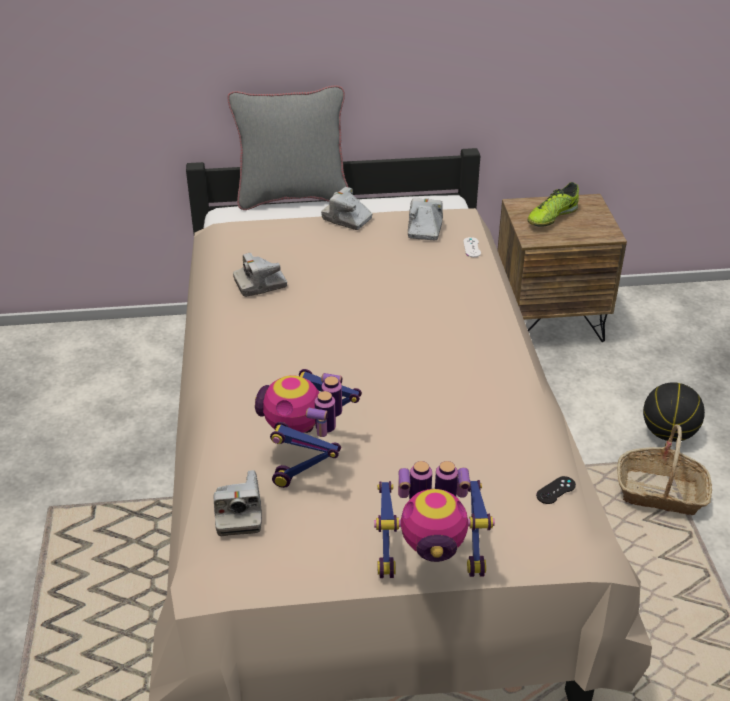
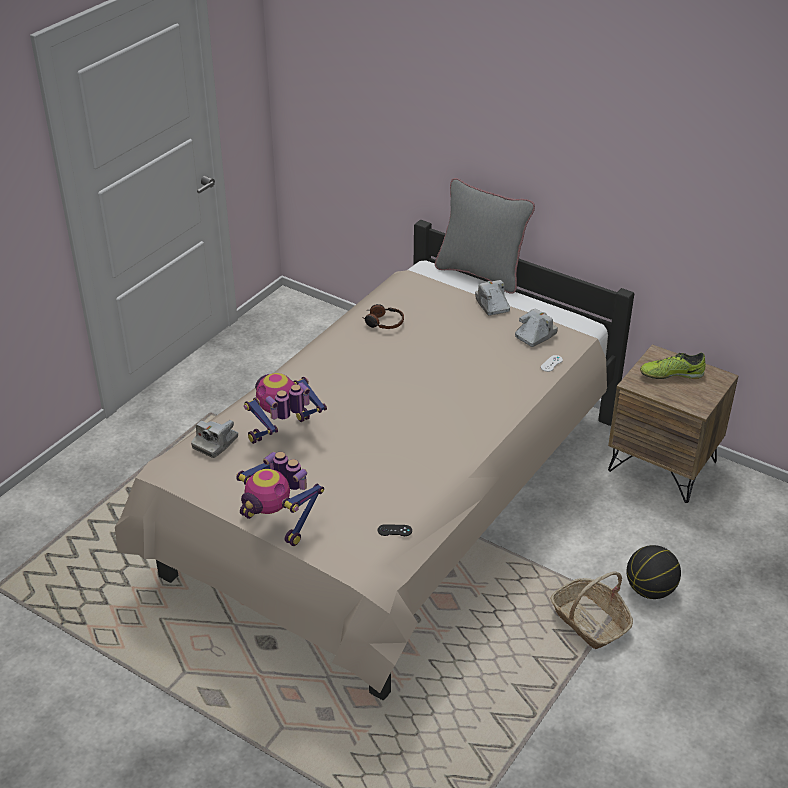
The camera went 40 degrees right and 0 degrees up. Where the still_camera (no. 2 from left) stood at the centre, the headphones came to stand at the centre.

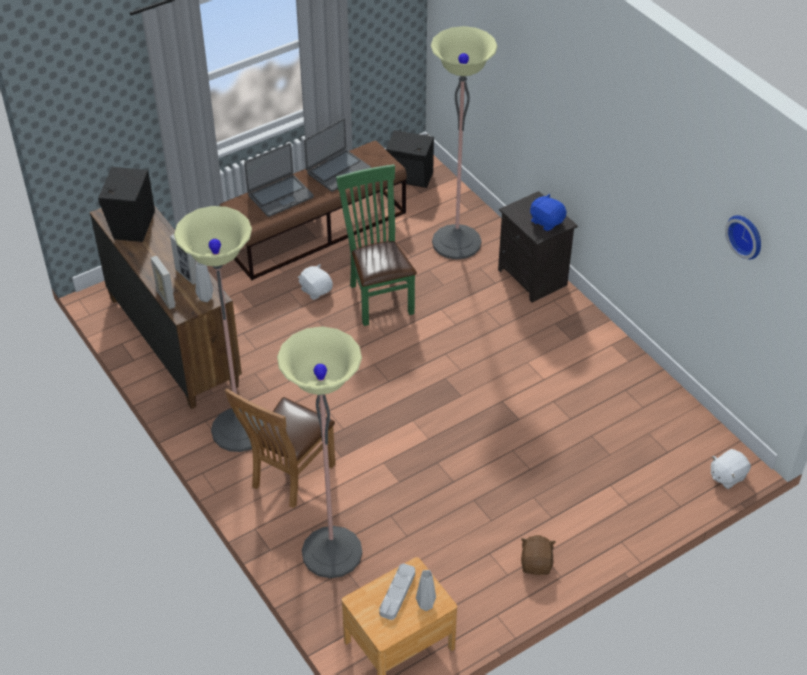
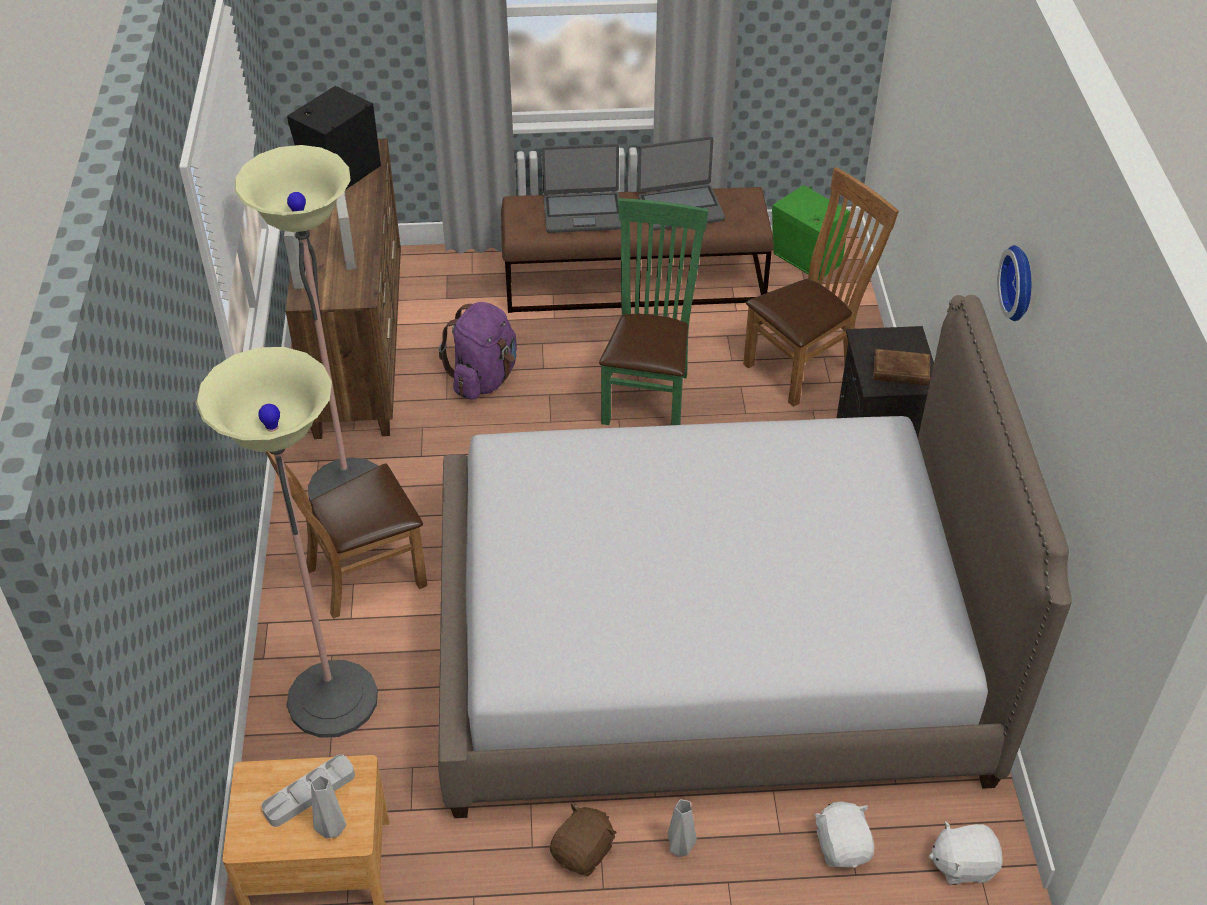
The camera went 30 degrees right and 0 degrees up. The second view gained the bed at the centre. The second view gained the purple_knapsack at the centre. The gray_decorative_vase (no. 1 from left in the first image) ended up elsewhere, having gone from the middle left to the bottom centre. Where the standard_lamp (no. 3 from left) stood at the top centre, the brown_plain_chair (no. 2 from left) came to stand at the top right. What was the black_audio_speaker (no. 2 from left) at the top centre turned into the green_audio_speaker at the top right. The white_soft_toy (no. 1 from left) ended up elsewhere, having gone from the centre to the bottom right. Where the blue_soft_toy stood at the top right, the brown_bound_book came to stand at the middle right. The hanging_clock ended up elsewhere, having gone from the middle right to the top right.

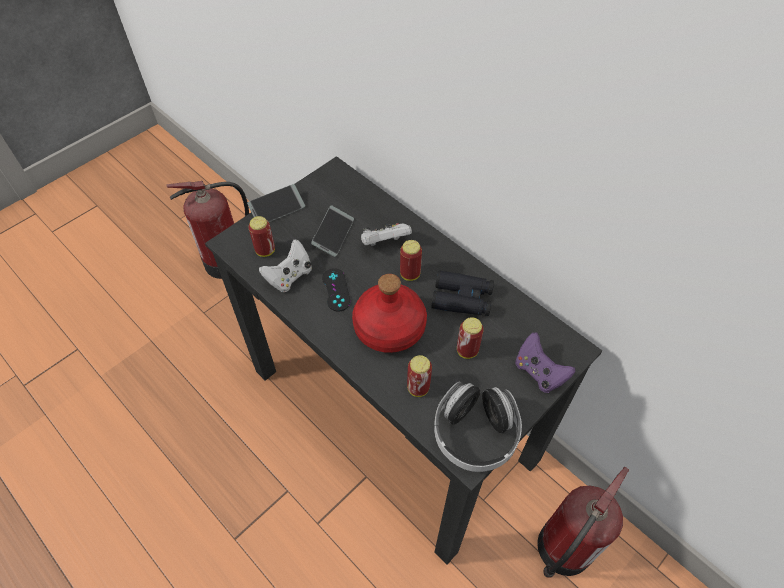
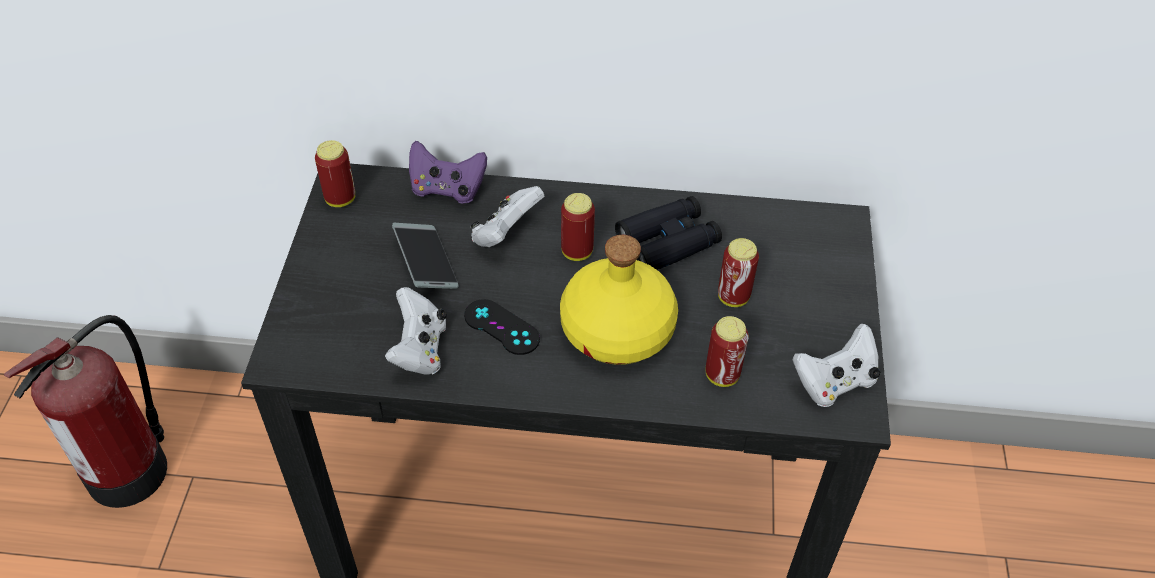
The camera went 40 degrees left and 5 degrees down. The can (no. 1 from left) ended up elsewhere, having gone from the middle left to the top left. The purple_joypad ended up elsewhere, having gone from the middle right to the top centre. What was the red_drink_bottle at the centre turned into the yellow_drink_bottle at the centre. Where the headphones stood at the bottom centre, the white_joypad (no. 3 from left) came to stand at the middle right. The second view lost the phone (no. 1 from left) at the centre. The second view lost the extinguisher (no. 2 from left) at the bottom right.

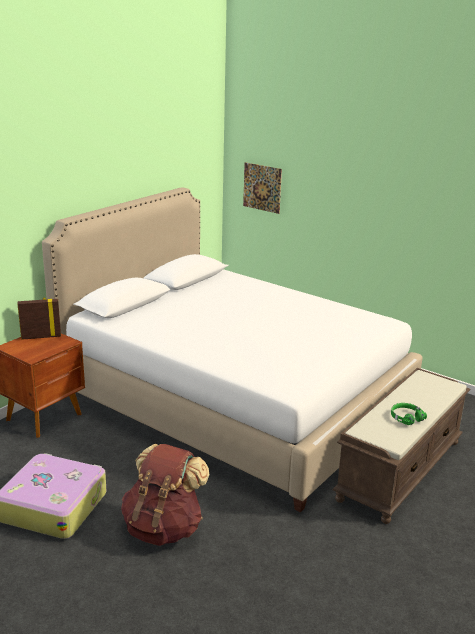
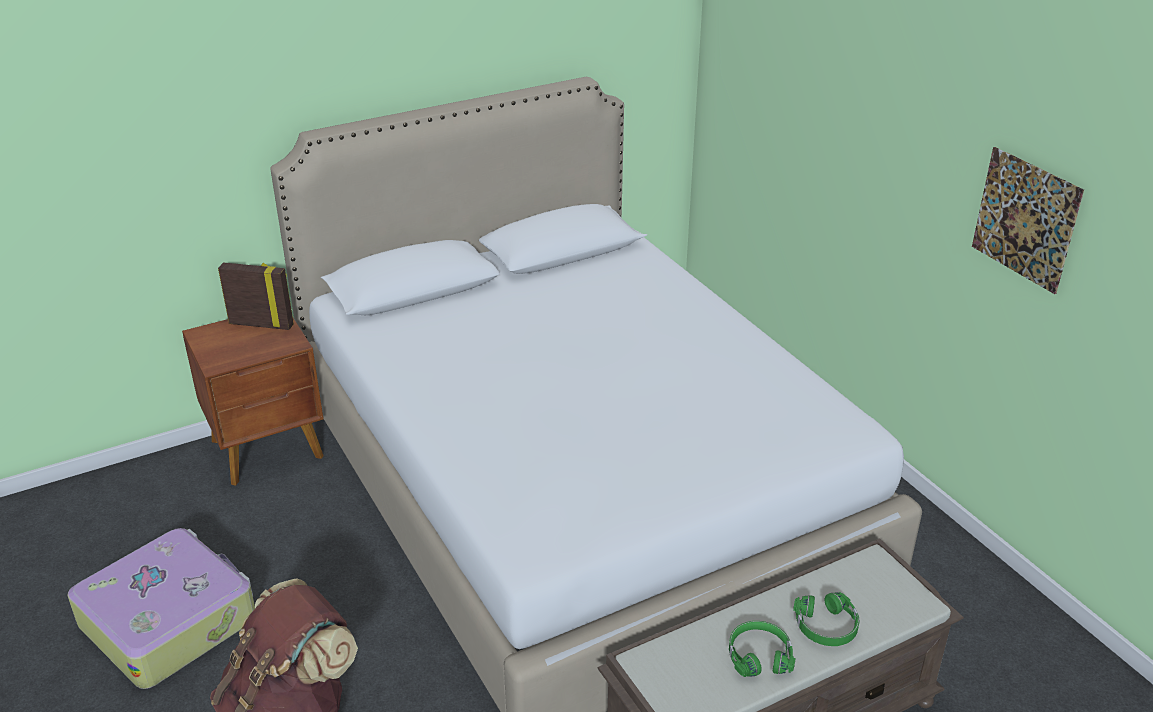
The camera went 25 degrees right and 10 degrees up. The second view gained the green_headphones (no. 2 from left) at the bottom right. The picture ended up elsewhere, having gone from the top centre to the top right.

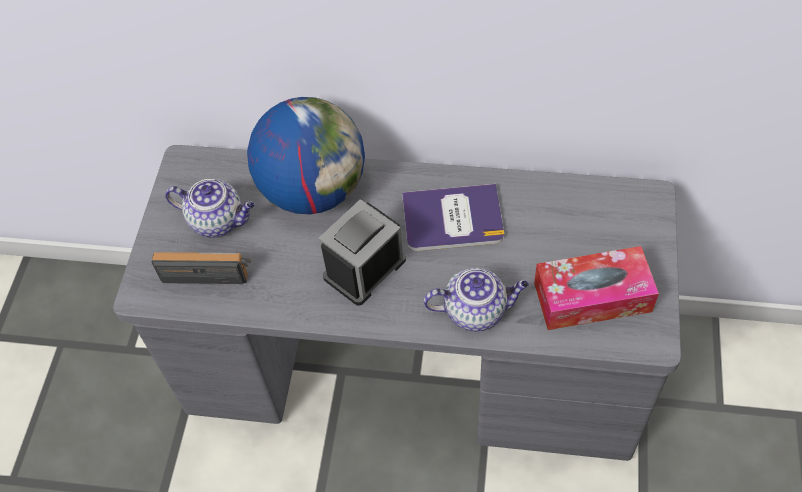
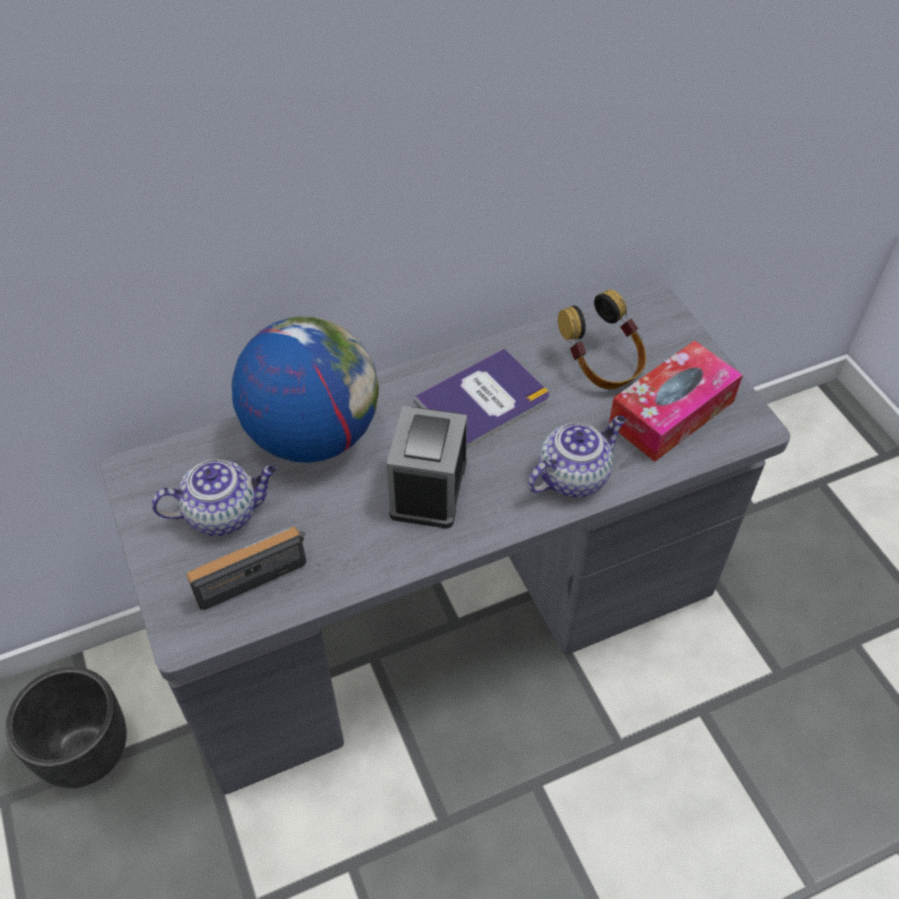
The camera went 35 degrees left and 5 degrees down. The second view gained the black_flower_pot at the bottom left. The second view gained the headphones at the middle right.

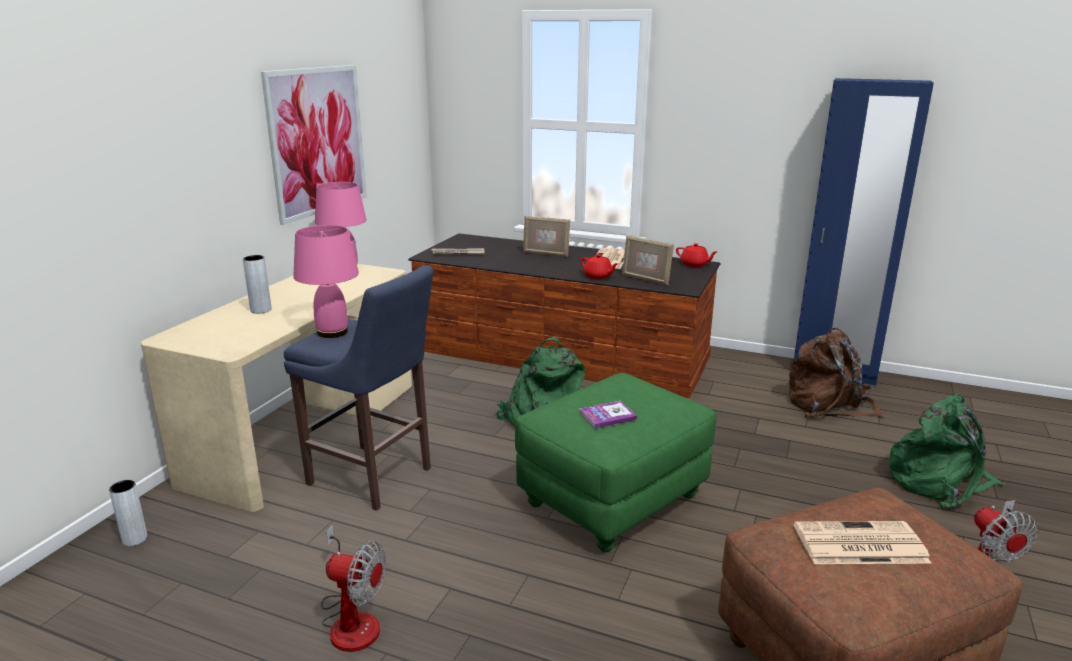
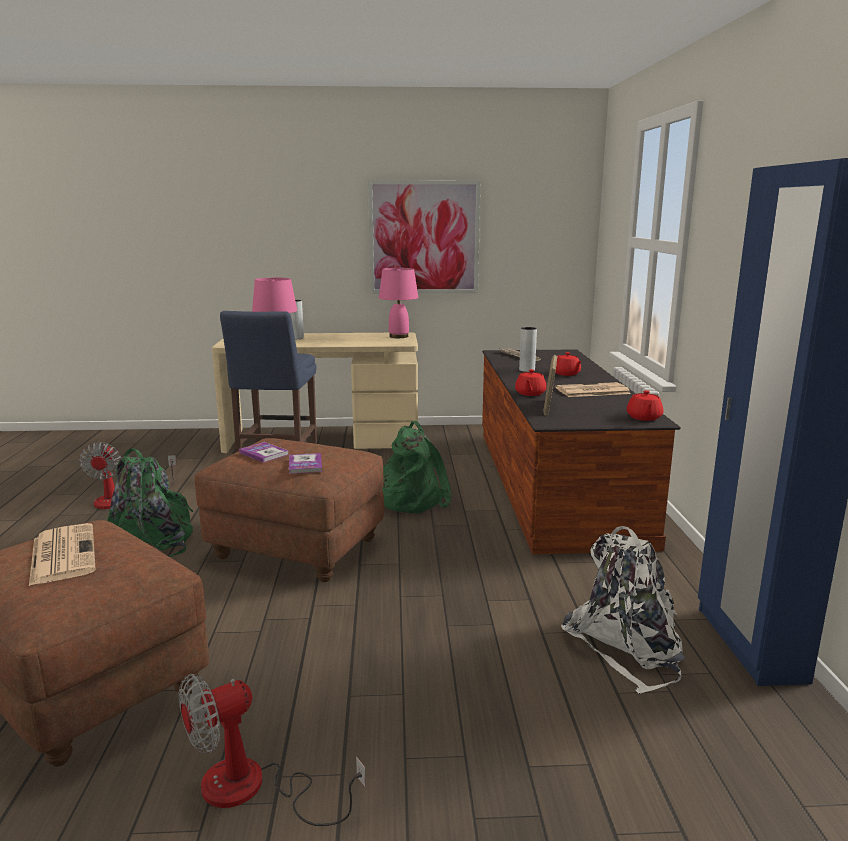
The camera went 65 degrees right and 5 degrees down. The green_knapsack (no. 2 from left in the first image) ended up elsewhere, having gone from the bottom right to the middle left. What was the green_pouffe at the bottom centre turned into the brown_pouffe (no. 2 from left) at the centre. The second view gained the bound_book (no. 2 from left) at the centre. The gray_decorative_vase (no. 1 from left in the first image) ended up elsewhere, having gone from the bottom left to the centre. Where the photo_frame (no. 1 from left) stood at the centre, the red_tea_pot (no. 2 from left) came to stand at the middle right. What was the brown_knapsack at the middle right turned into the white_knapsack at the bottom right.

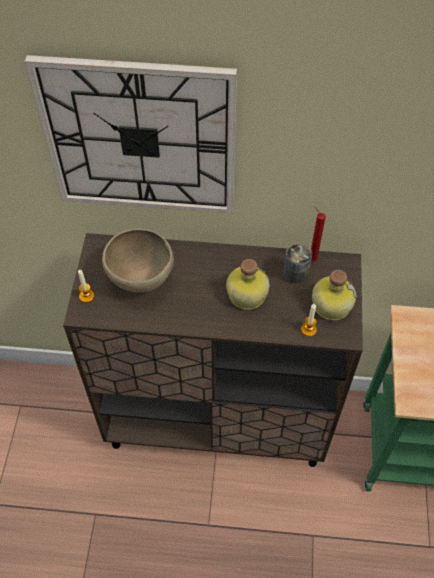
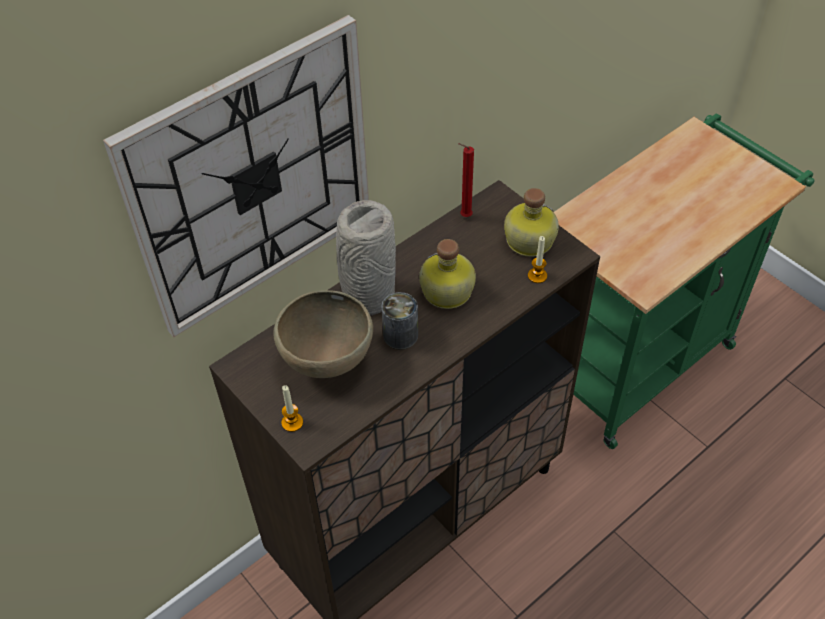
The camera went 45 degrees left and 5 degrees down. The second view gained the gray_decorative_vase at the centre. The can ended up elsewhere, having gone from the middle right to the centre.

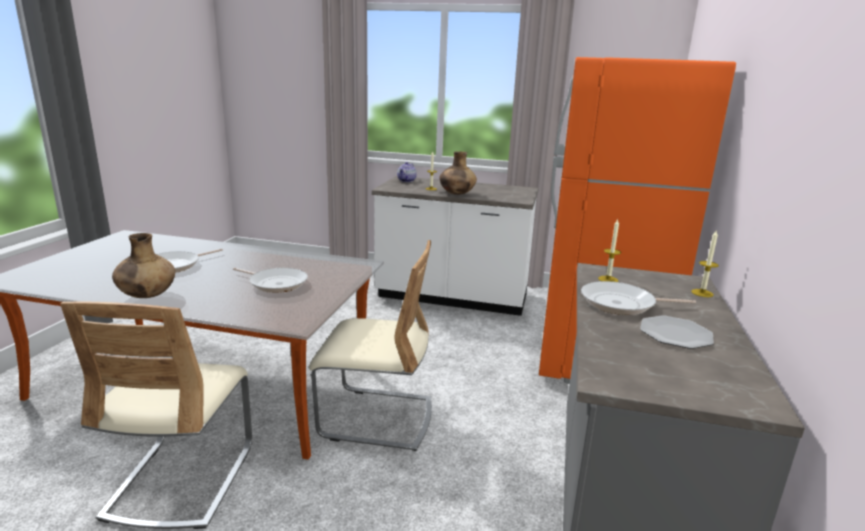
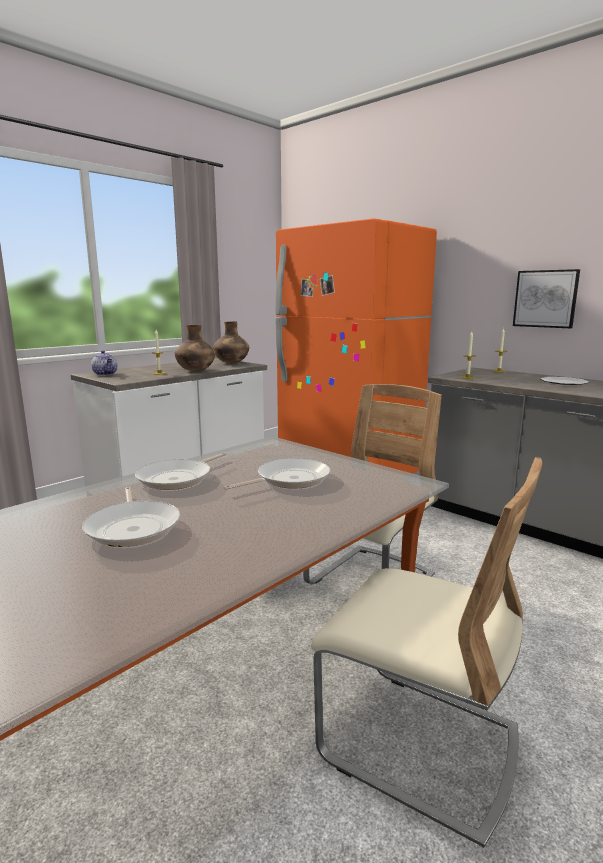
The camera went 60 degrees left and 5 degrees down. The skillet (no. 3 from left in the first image) ended up elsewhere, having gone from the middle right to the middle left. The brown_decorative_vase (no. 1 from left in the first image) ended up elsewhere, having gone from the middle left to the centre. The second view gained the picture at the middle right.

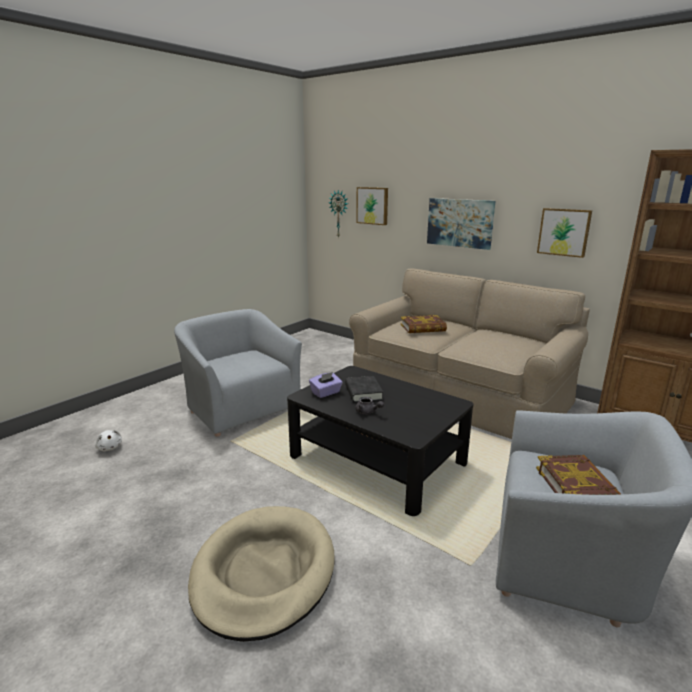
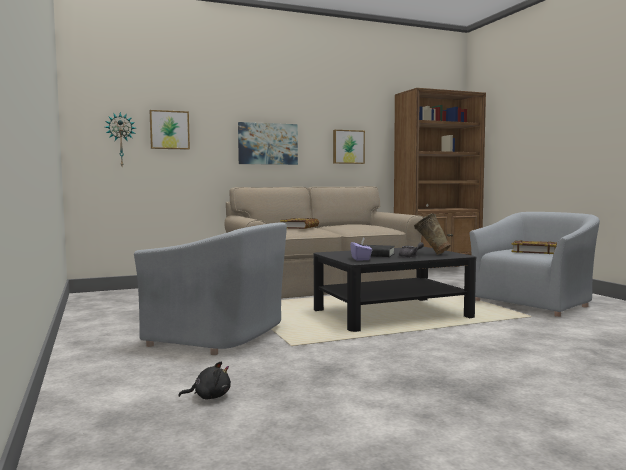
The camera went 60 degrees left and 15 degrees down. The gray_lounge_chair (no. 1 from left) at the centre ended up facing another way, 150 degrees counterclockwise from before. What was the white_soft_toy at the middle left turned into the black_soft_toy at the bottom left. The second view gained the beige-coloured_decorative_vase at the middle right. The second view lost the beige-coloured_dog_cushion at the bottom centre.

